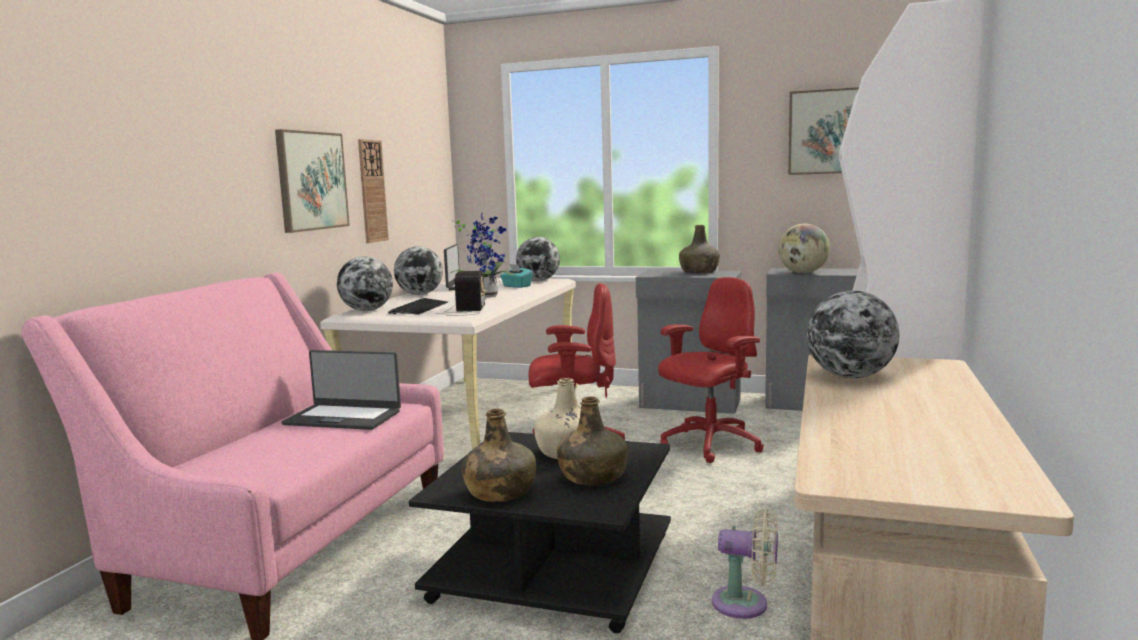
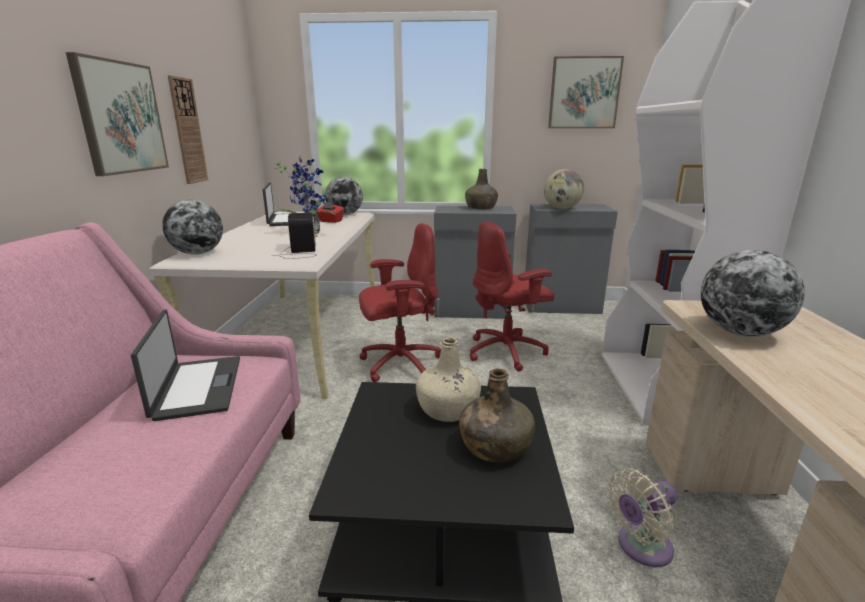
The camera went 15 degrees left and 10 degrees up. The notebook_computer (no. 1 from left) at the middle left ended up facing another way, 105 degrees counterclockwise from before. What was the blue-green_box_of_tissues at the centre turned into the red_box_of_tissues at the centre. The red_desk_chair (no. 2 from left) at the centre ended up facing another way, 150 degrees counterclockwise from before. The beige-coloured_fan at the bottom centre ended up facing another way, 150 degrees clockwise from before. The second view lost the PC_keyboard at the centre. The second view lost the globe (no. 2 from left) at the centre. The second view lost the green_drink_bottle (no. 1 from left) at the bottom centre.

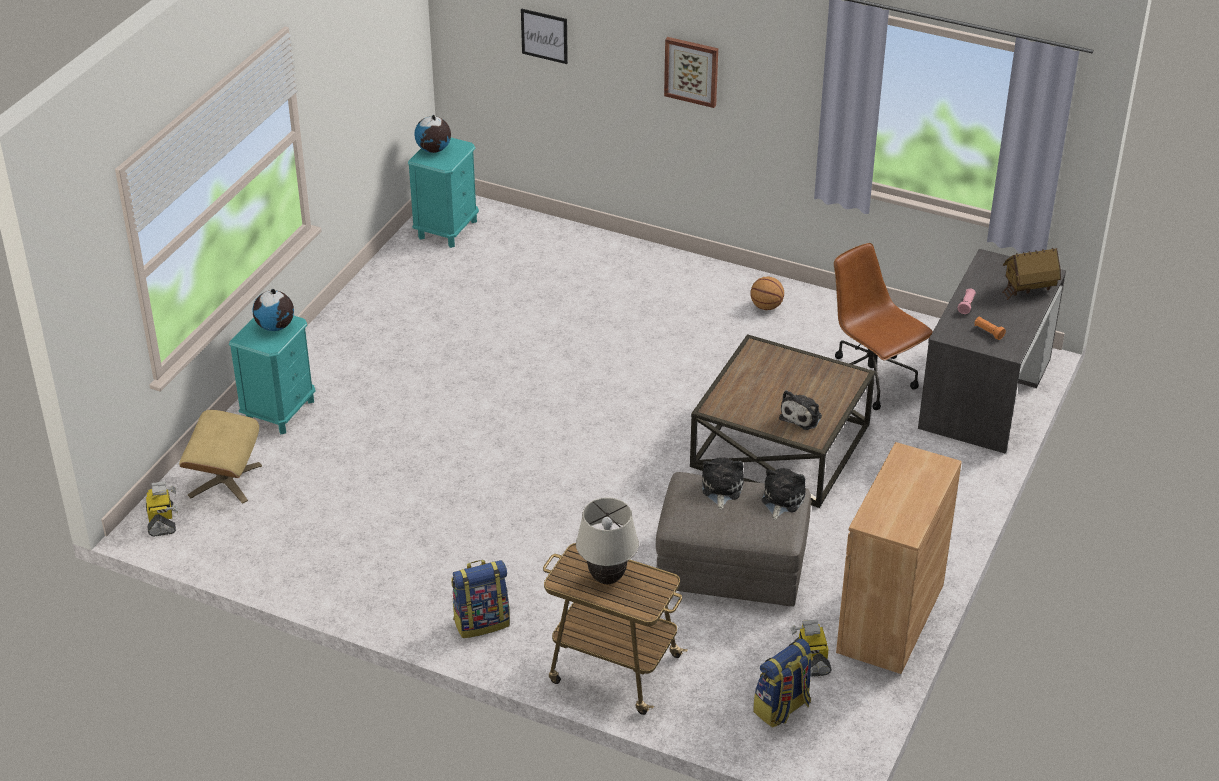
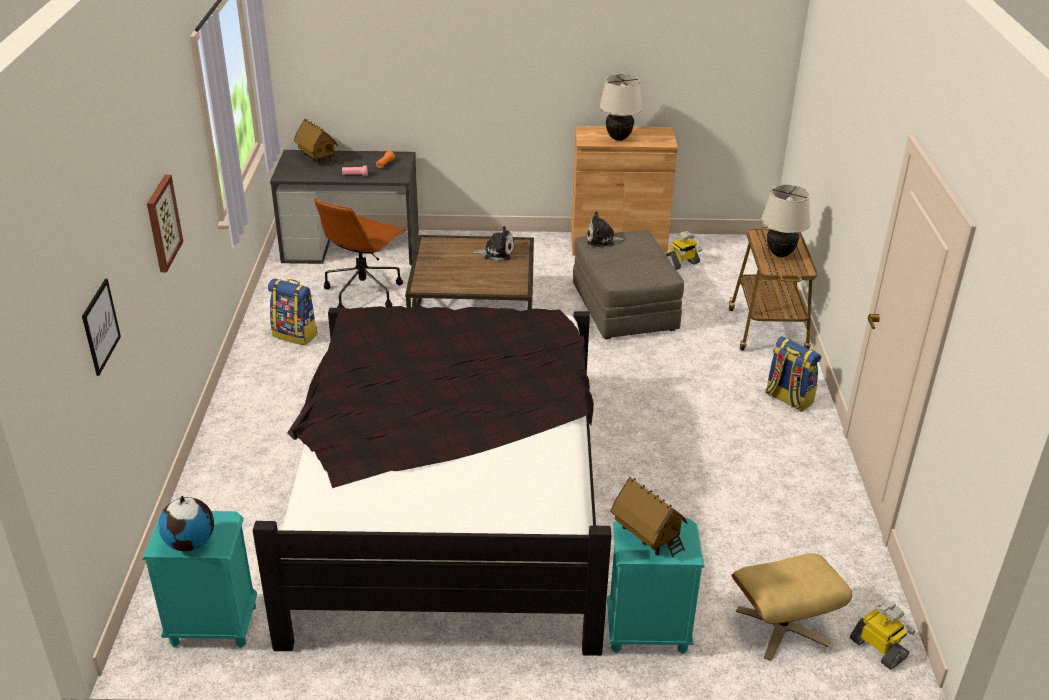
The camera went 115 degrees left and 5 degrees down. The second view gained the black_bed at the bottom centre. The knapsack (no. 2 from left in the first image) ended up elsewhere, having gone from the bottom centre to the middle left. The second view gained the beige-coloured_table_lamp (no. 1 from left) at the top centre. Where the globe (no. 1 from left) stood at the middle left, the miniature_house (no. 2 from left) came to stand at the bottom centre. The toy_robot (no. 1 from left in the first image) at the middle left ended up facing another way, 90 degrees clockwise from before. The second view lost the soft_toy (no. 1 from left) at the centre. The second view lost the basketball_ball at the centre.

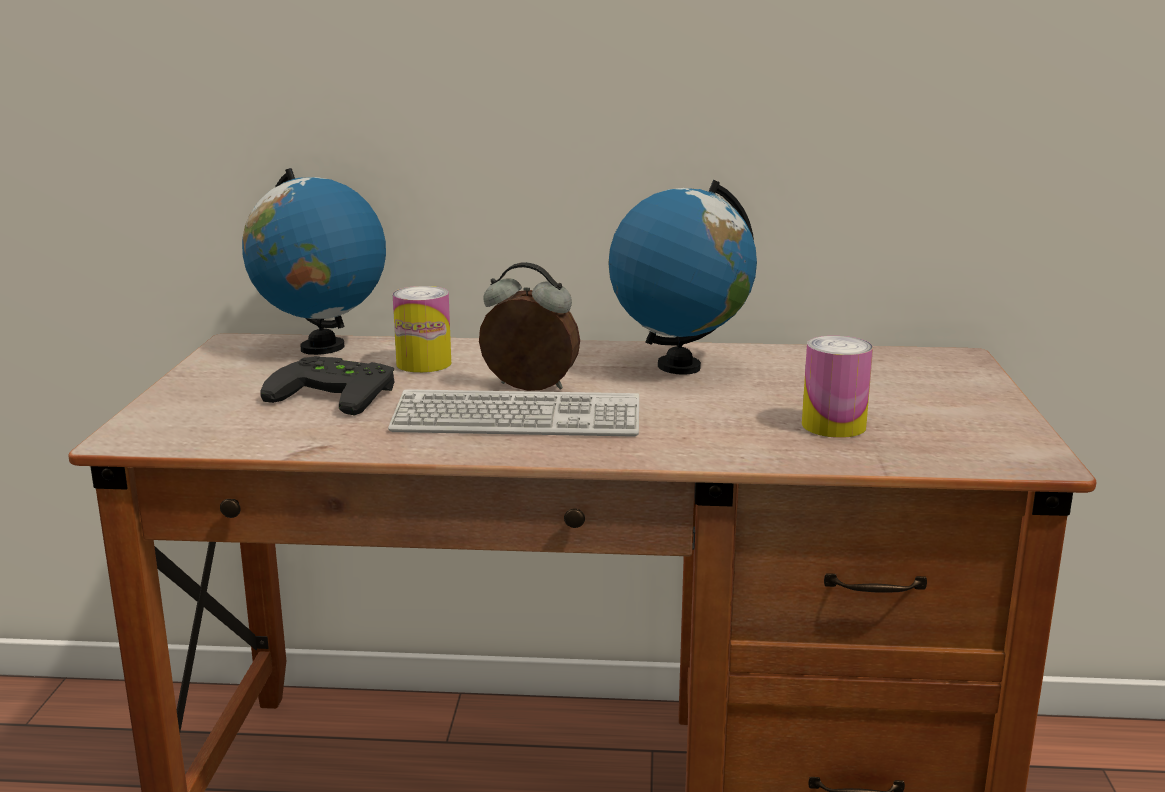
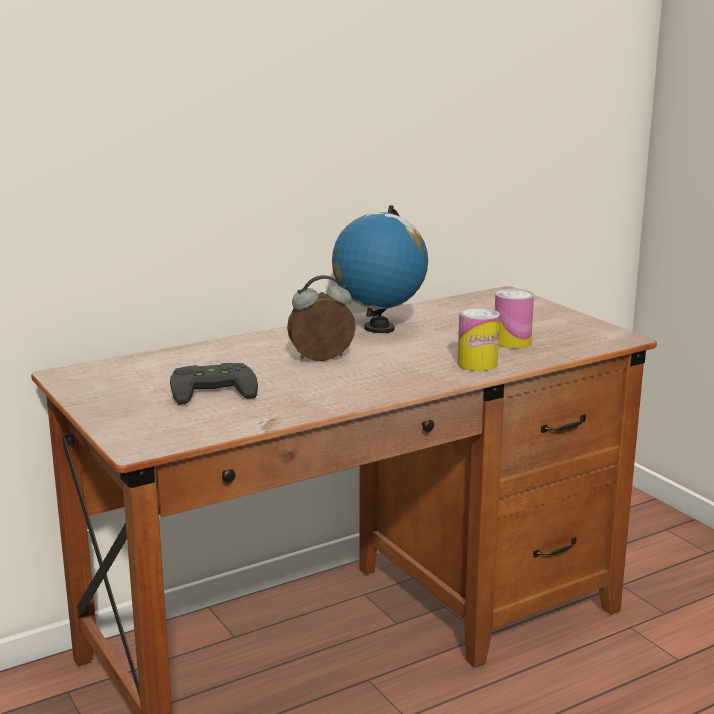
The camera went 35 degrees left and 0 degrees up. The can (no. 1 from left) ended up elsewhere, having gone from the centre to the middle right. The second view lost the globe (no. 1 from left) at the top left. The second view lost the PC_keyboard at the centre.

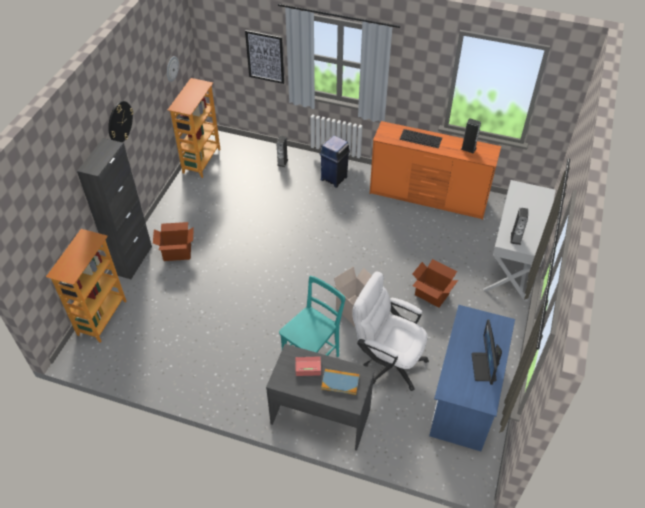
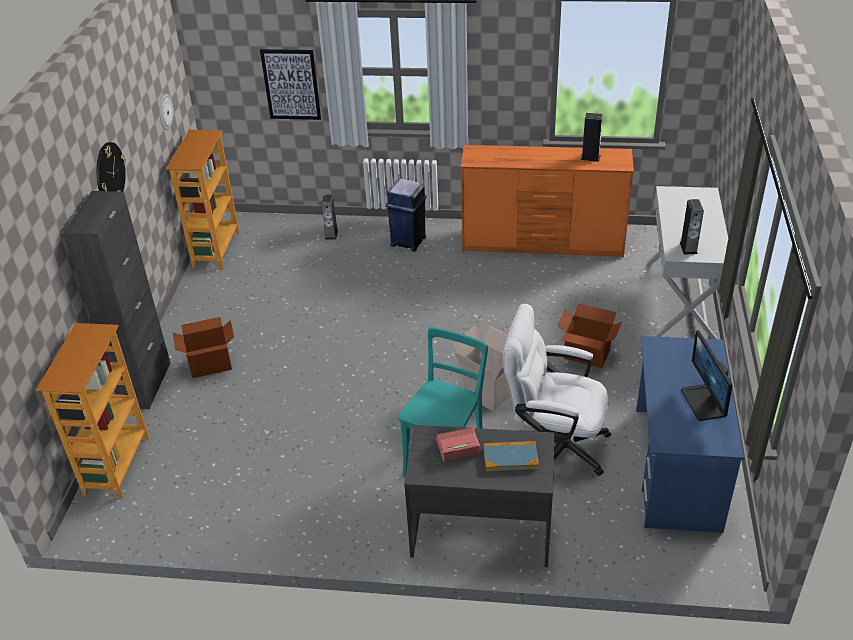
The camera went 10 degrees left and 10 degrees down. The second view lost the PC_keyboard at the top centre.

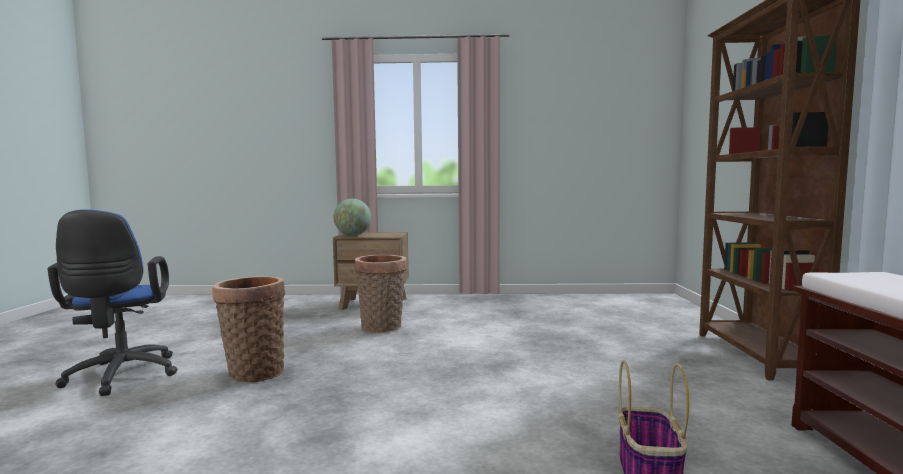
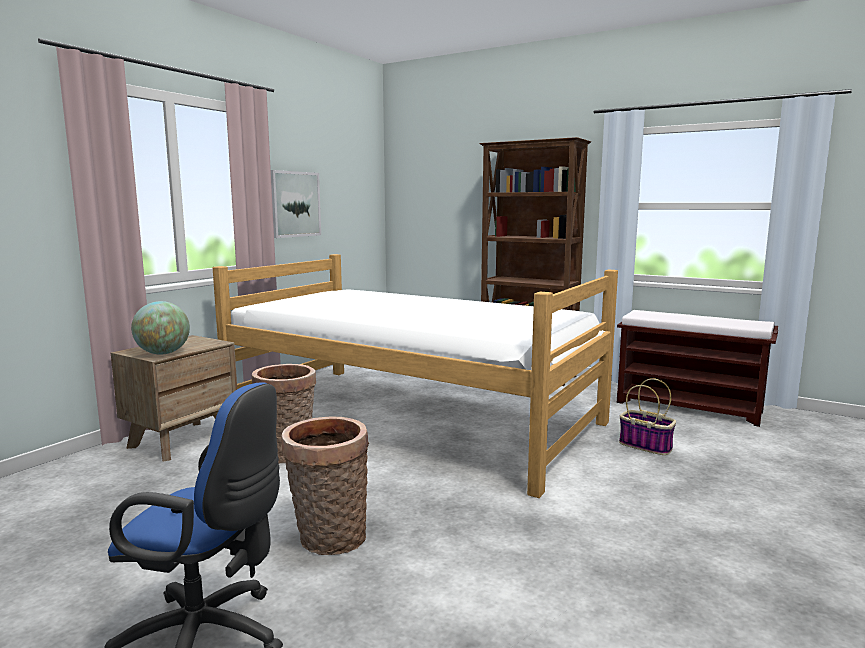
The camera went 60 degrees left and 5 degrees up. The second view gained the bed at the centre. The second view gained the picture at the top centre.

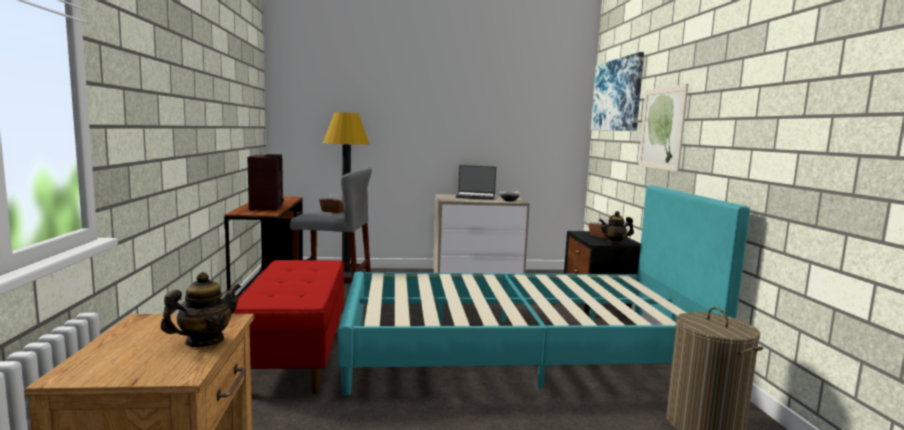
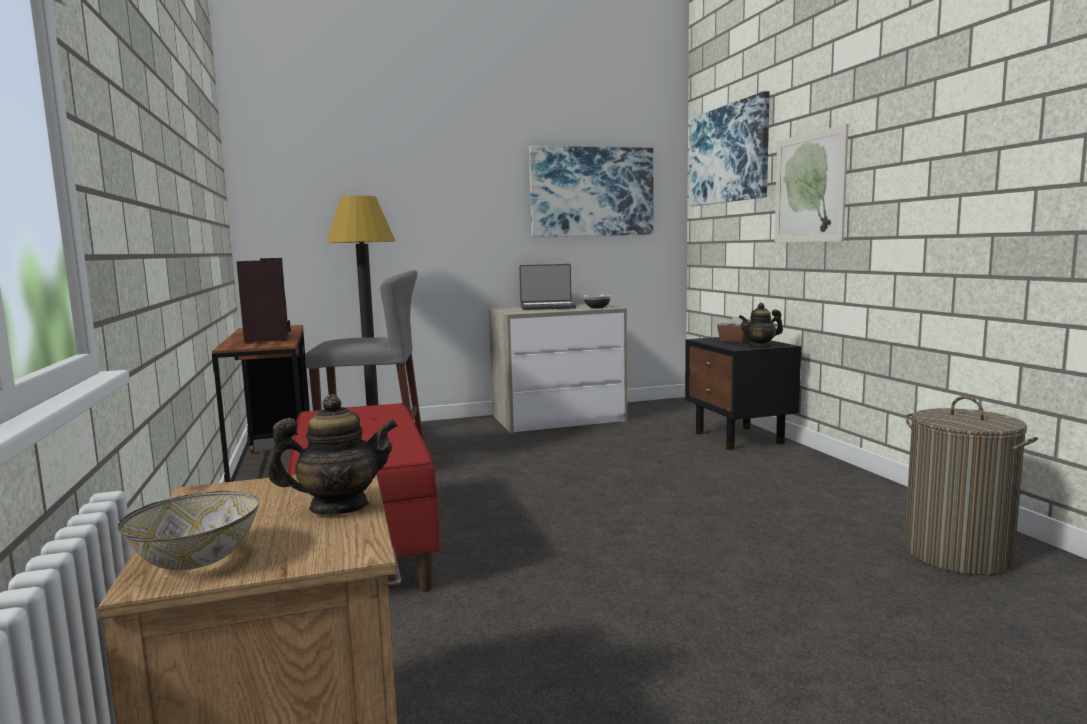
The camera went 10 degrees left and 0 degrees up. The second view gained the serving_bowl (no. 1 from left) at the bottom left. The tea_pot (no. 1 from left) at the bottom left ended up facing another way, 45 degrees clockwise from before. The second view gained the picture (no. 1 from left) at the top centre. The second view lost the brown_box_of_tissues (no. 1 from left) at the centre. The second view lost the blue-green_bed at the bottom centre.

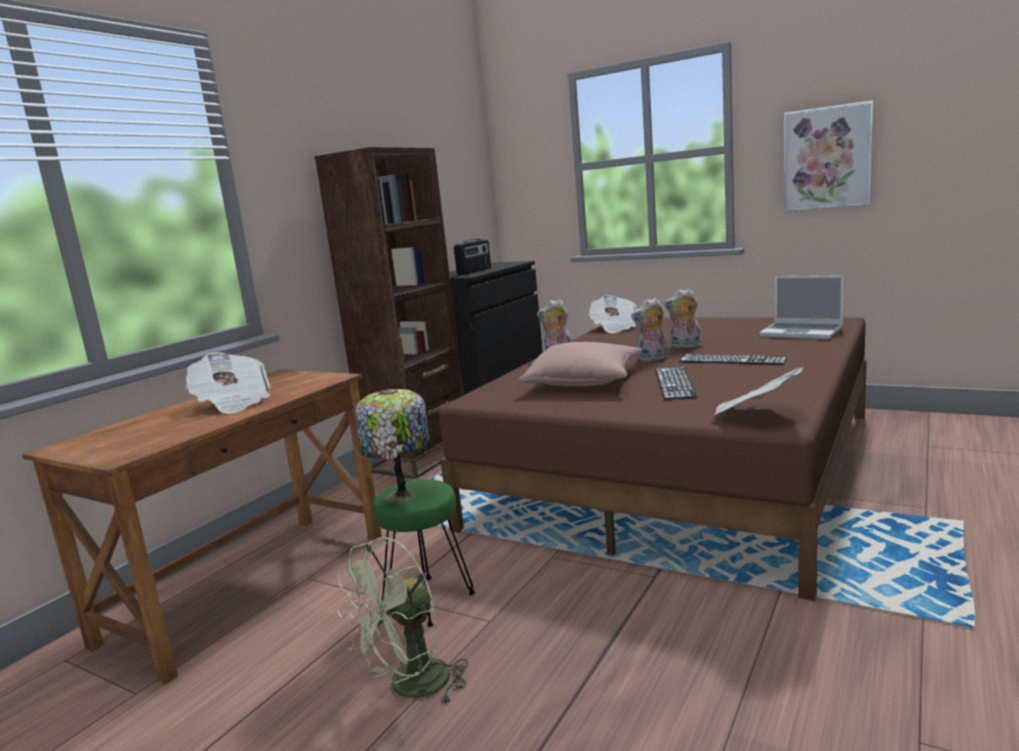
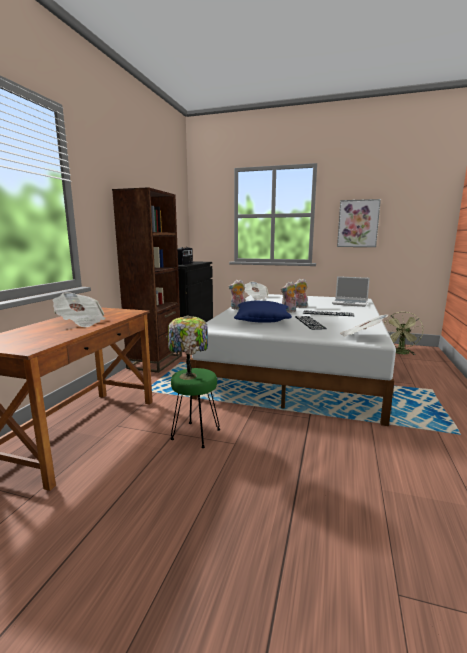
The camera went 15 degrees left and 0 degrees up. What was the brown_bed at the centre turned into the white_bed at the centre. What was the pinkish_pillow at the centre turned into the blue_pillow at the centre. The green_fan ended up elsewhere, having gone from the bottom centre to the middle right.

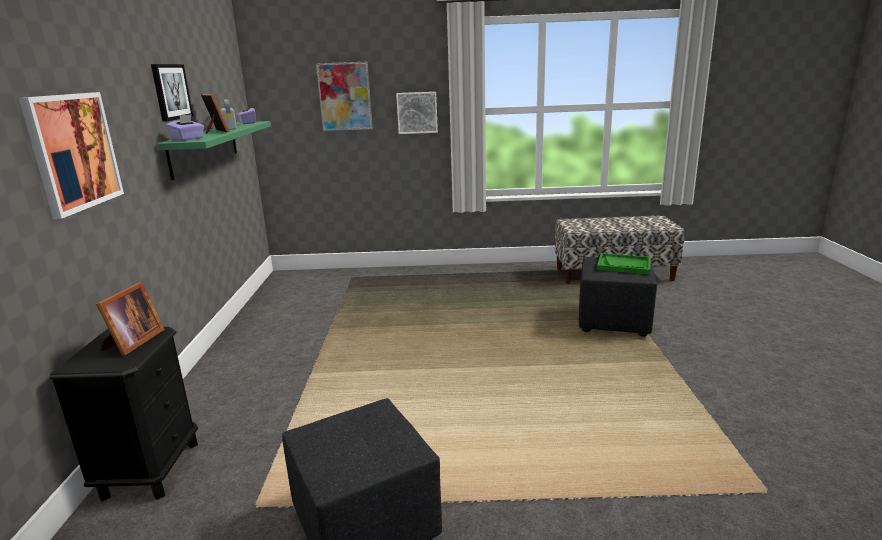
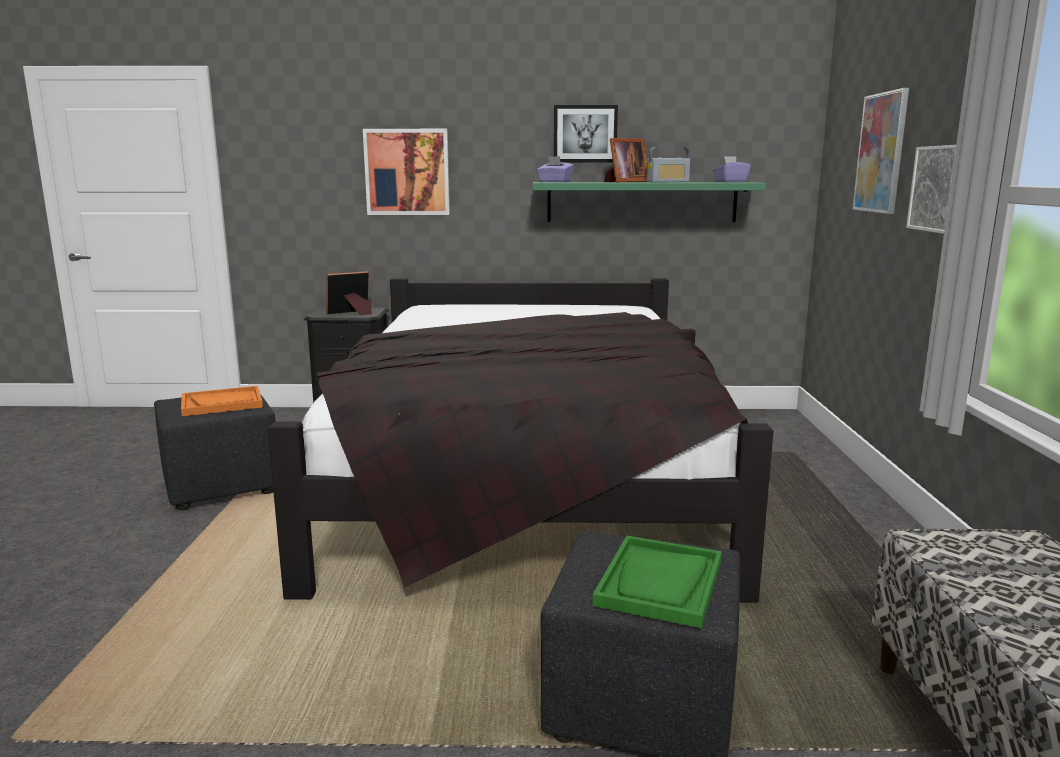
The camera went 90 degrees right and 5 degrees down. The second view gained the orangey_tray at the middle left. The second view gained the black_bed at the centre. The photo_frame (no. 1 from left) at the middle left ended up facing another way, 135 degrees clockwise from before.

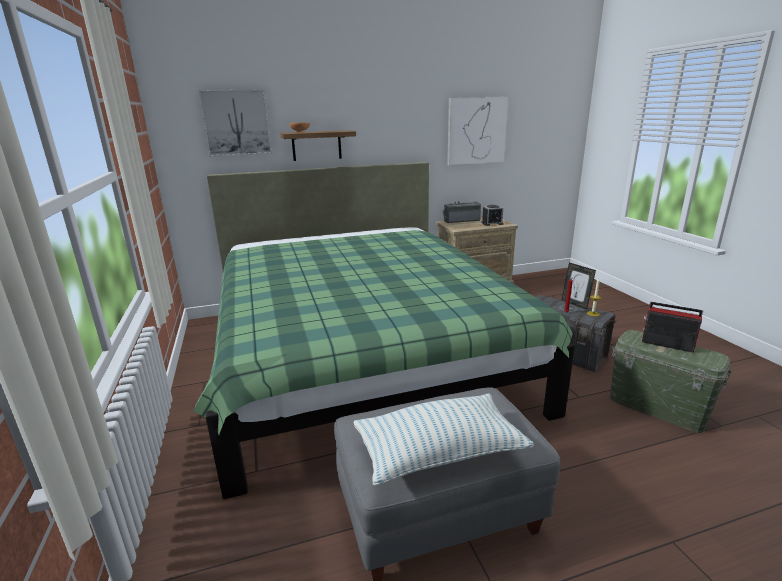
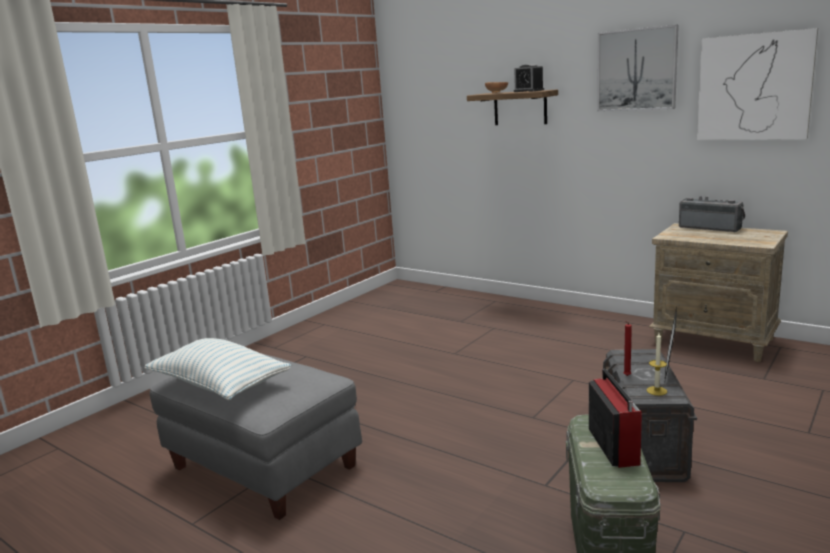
The camera went 55 degrees right and 5 degrees down. The alarm_clock ended up elsewhere, having gone from the centre to the top centre. The picture (no. 1 from left) ended up elsewhere, having gone from the top left to the top right. The second view lost the green_bed at the centre.

